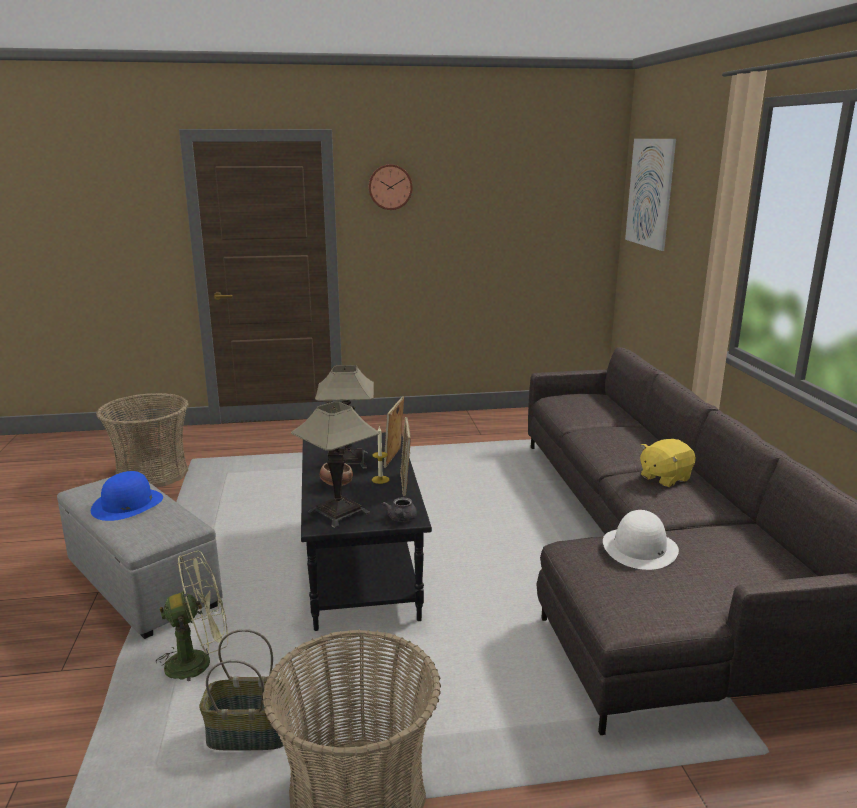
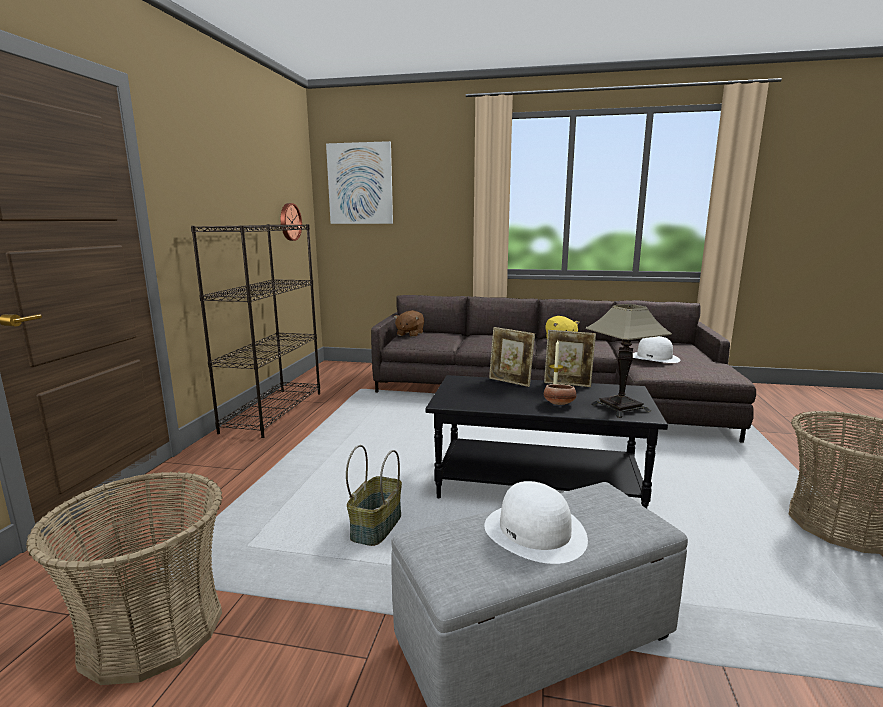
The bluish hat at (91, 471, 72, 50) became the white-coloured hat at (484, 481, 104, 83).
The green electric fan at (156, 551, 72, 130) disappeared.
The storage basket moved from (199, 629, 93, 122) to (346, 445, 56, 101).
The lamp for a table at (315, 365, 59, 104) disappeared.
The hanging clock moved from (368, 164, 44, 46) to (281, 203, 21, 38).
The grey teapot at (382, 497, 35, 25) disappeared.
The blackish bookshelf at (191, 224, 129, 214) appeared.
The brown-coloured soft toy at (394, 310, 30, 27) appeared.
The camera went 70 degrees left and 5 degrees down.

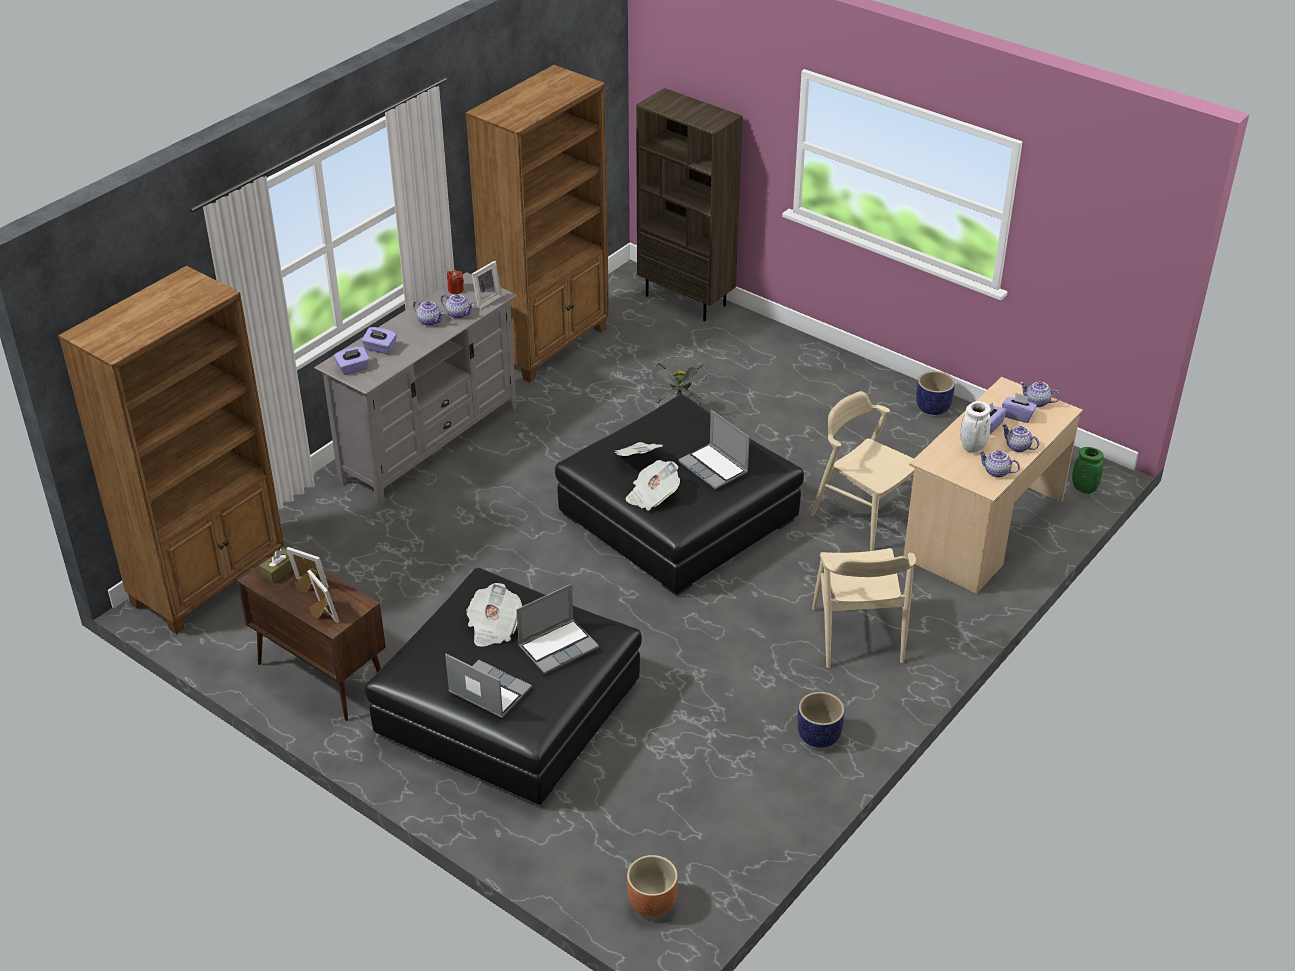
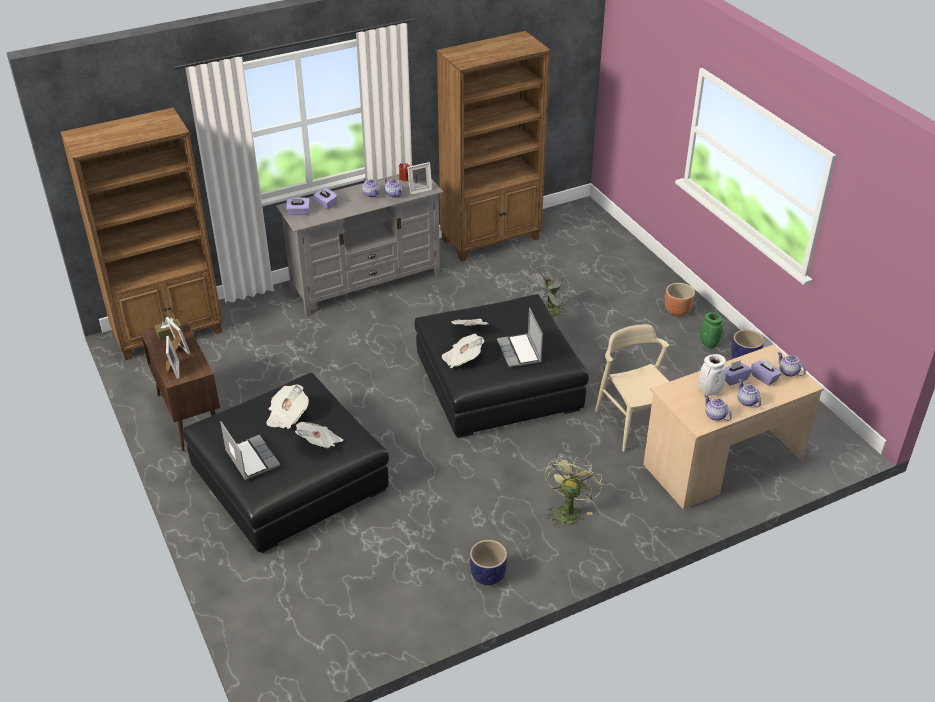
The laptop at (516, 584, 83, 90) was replaced by the newspaper at (295, 422, 48, 26).
The brown-coloured flower pot moved from (627, 855, 51, 62) to (665, 283, 30, 33).
The brown-coloured bookshelf at (636, 88, 107, 233) disappeared.
The beige plain chair at (812, 548, 104, 120) was replaced by the green electric fan at (545, 456, 57, 72).
The green vase moved from (1072, 447, 32, 47) to (700, 312, 23, 37).
The camera went 25 degrees right and 0 degrees up.

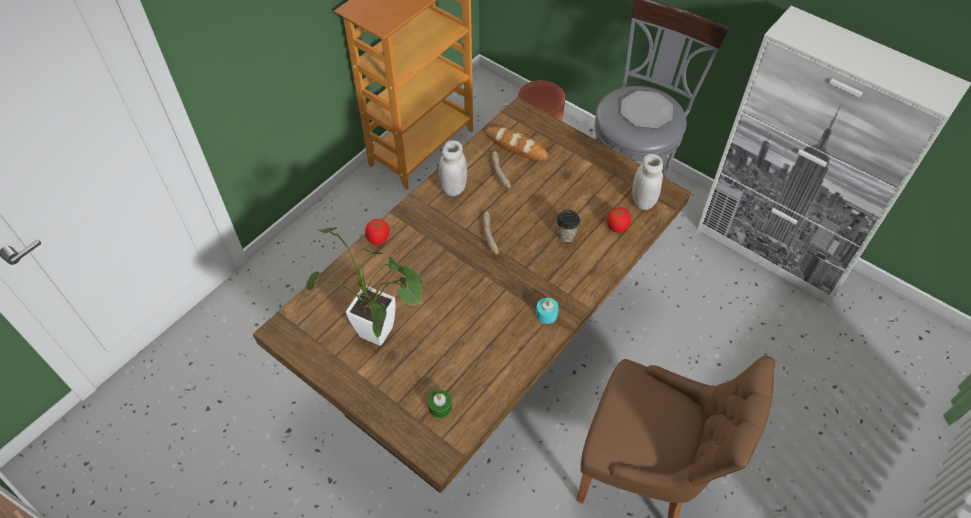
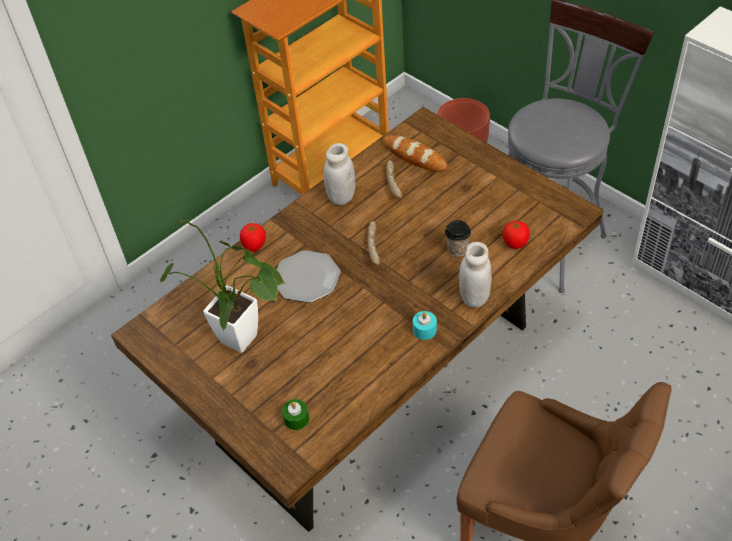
The flat dish moved from (621, 91, 52, 38) to (277, 250, 64, 53).
The white-coloured jar moved from (632, 154, 31, 56) to (459, 242, 33, 65).
The camera went 10 degrees right and 5 degrees down.

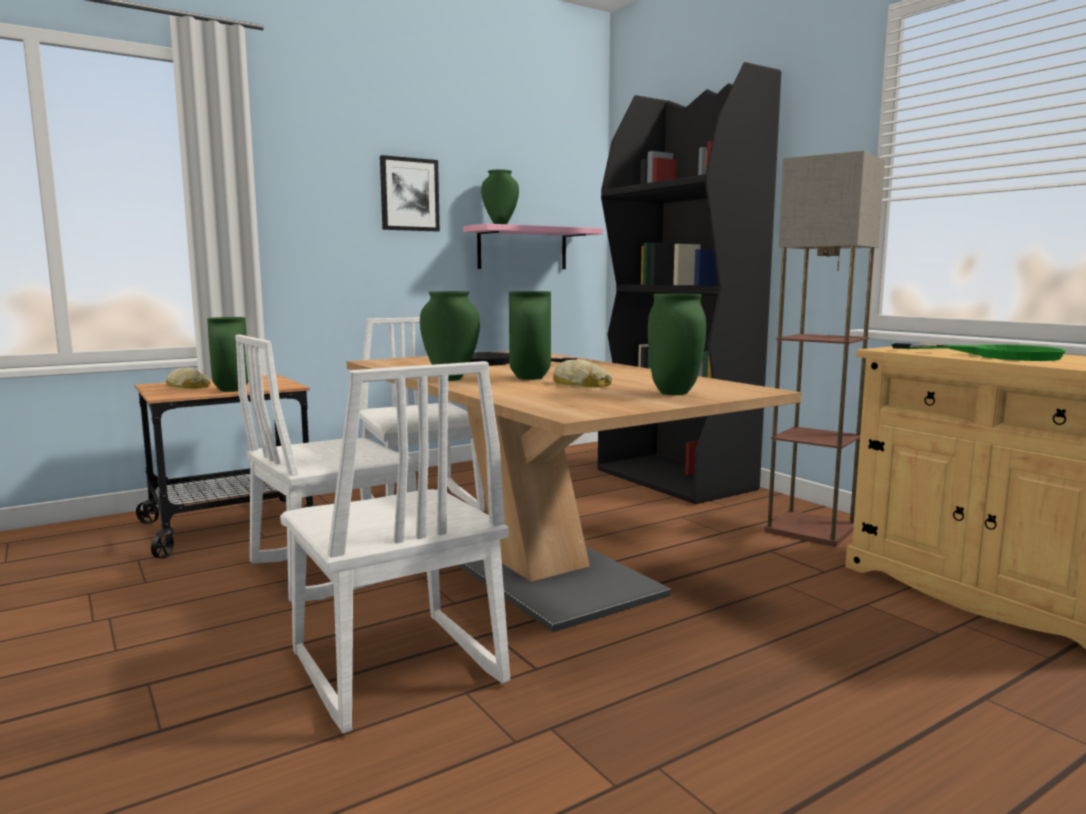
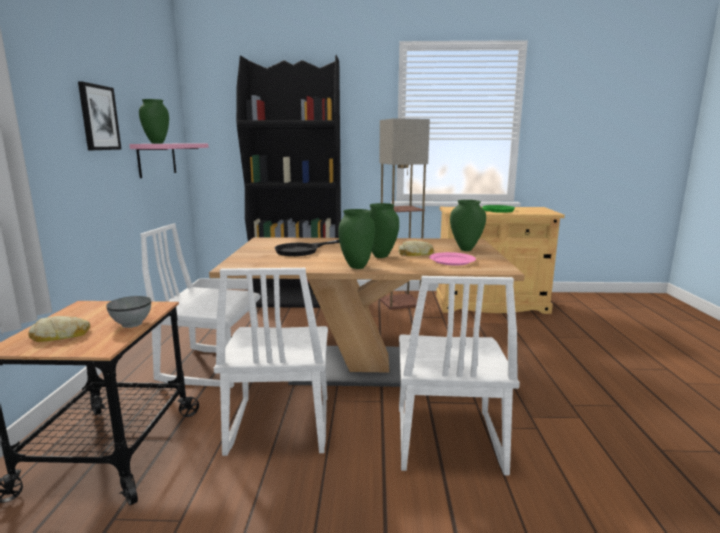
The green vase at (207, 317, 41, 75) was replaced by the grey bowl at (106, 296, 45, 32).
The white-coloured plain chair at (280, 361, 230, 373) turned 90 degrees clockwise.
The pinkish flat dish at (429, 252, 47, 14) appeared.
The camera went 55 degrees left and 5 degrees up.

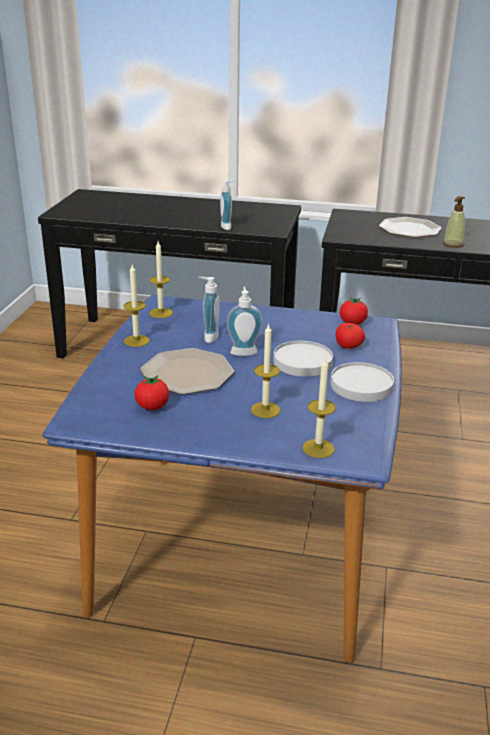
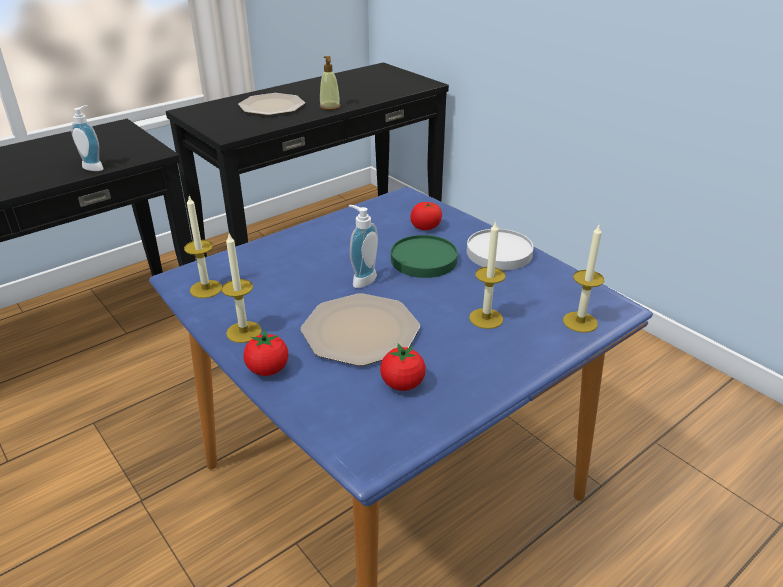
The soap bottle at (197, 277, 22, 66) disappeared.
The white-coloured flat dish at (273, 341, 60, 36) became the green flat dish at (391, 235, 67, 43).
The whole tomato moved from (340, 297, 28, 28) to (244, 330, 44, 46).
The camera went 50 degrees left and 5 degrees up.

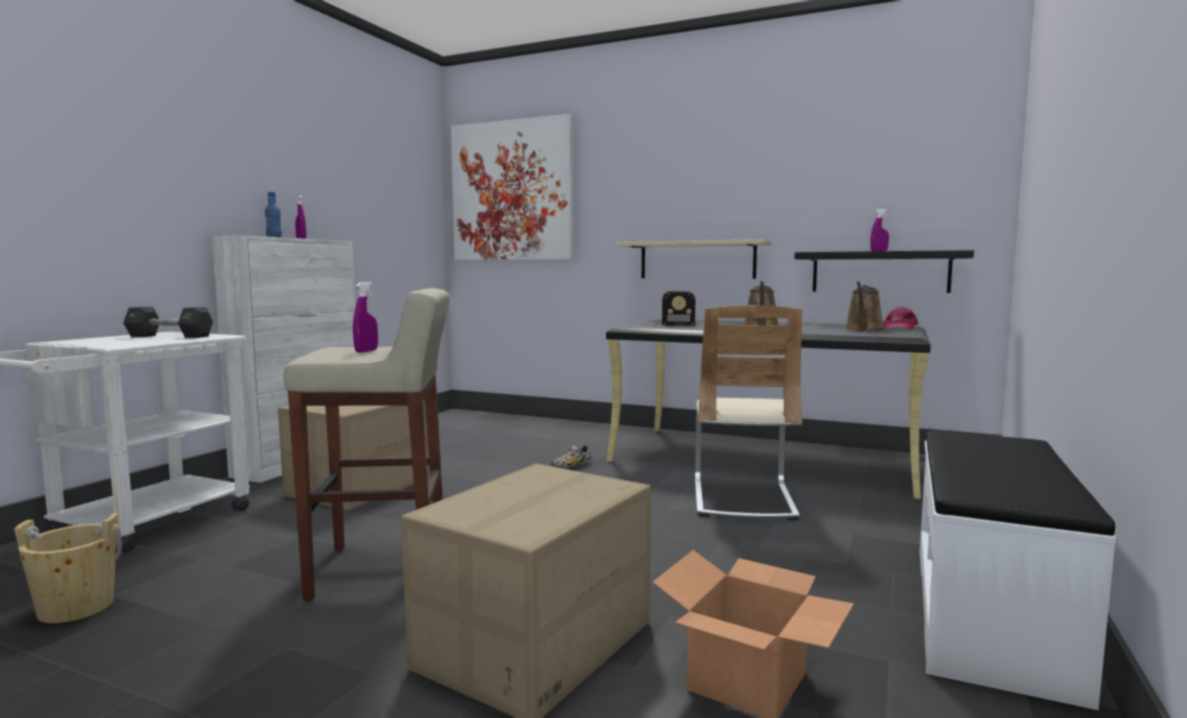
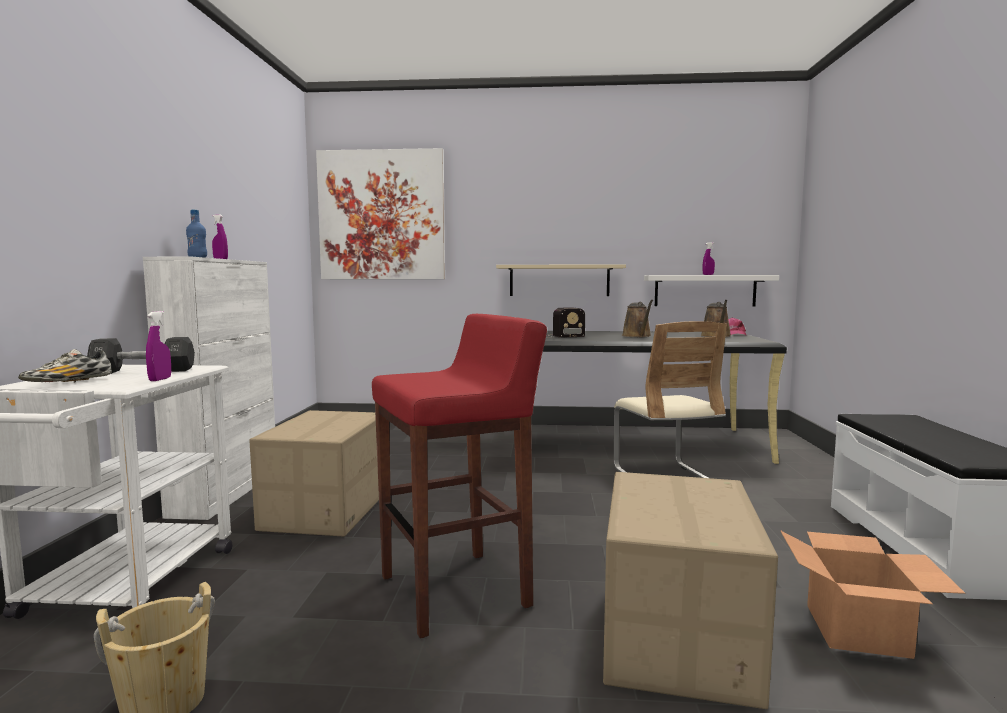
The beige sitting stool at (284, 288, 166, 313) became the reddish sitting stool at (372, 314, 175, 324).
The purple sprayer moved from (353, 282, 25, 71) to (146, 311, 25, 70).
The shoe moved from (551, 445, 40, 22) to (18, 349, 94, 34).
The blackish shelf at (794, 250, 180, 43) became the white-coloured shelf at (644, 275, 135, 31).
The camera went 20 degrees left and 0 degrees up.

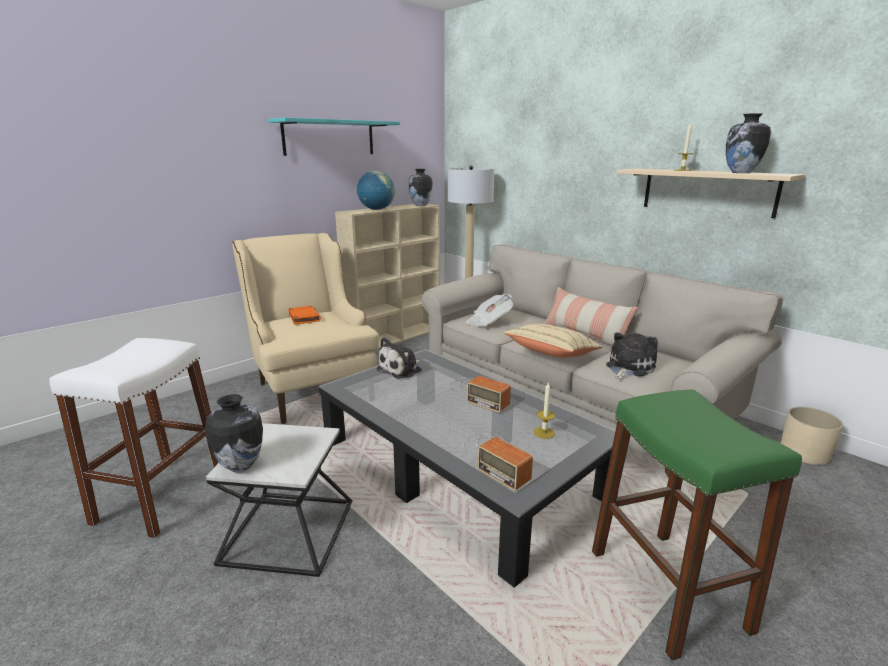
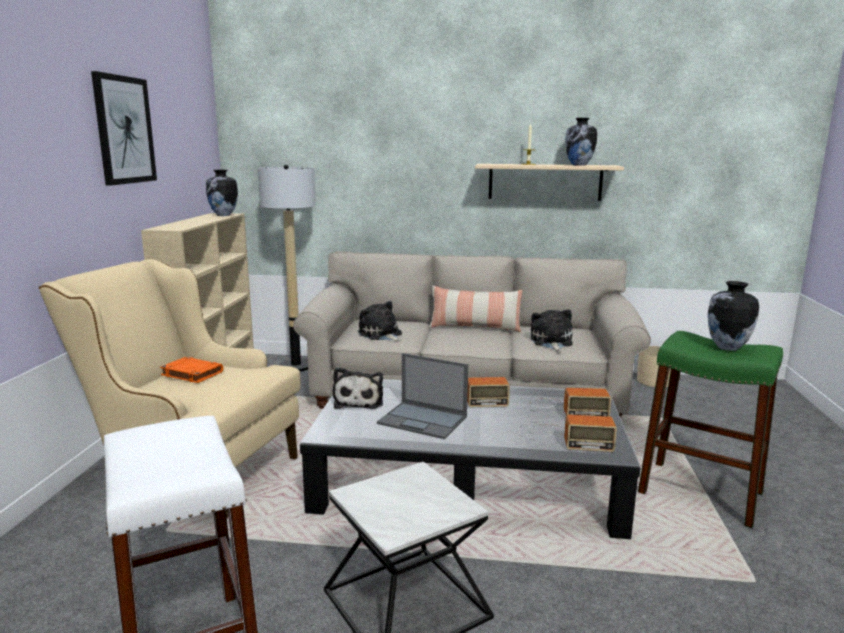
The vase moved from (205, 394, 58, 79) to (708, 281, 51, 70).
The turquoise-coloured shelf at (268, 118, 132, 38) was replaced by the wall picture at (91, 71, 66, 115).
The world globe at (357, 171, 38, 39) disappeared.
The newspaper at (466, 294, 47, 33) was replaced by the soft toy at (358, 301, 44, 41).
The beige pillow at (504, 324, 99, 34) disappeared.
The wax light at (534, 382, 21, 57) was replaced by the radio set at (522, 388, 90, 29).
The laptop at (377, 353, 91, 86) appeared.
The camera went 40 degrees left and 5 degrees down.

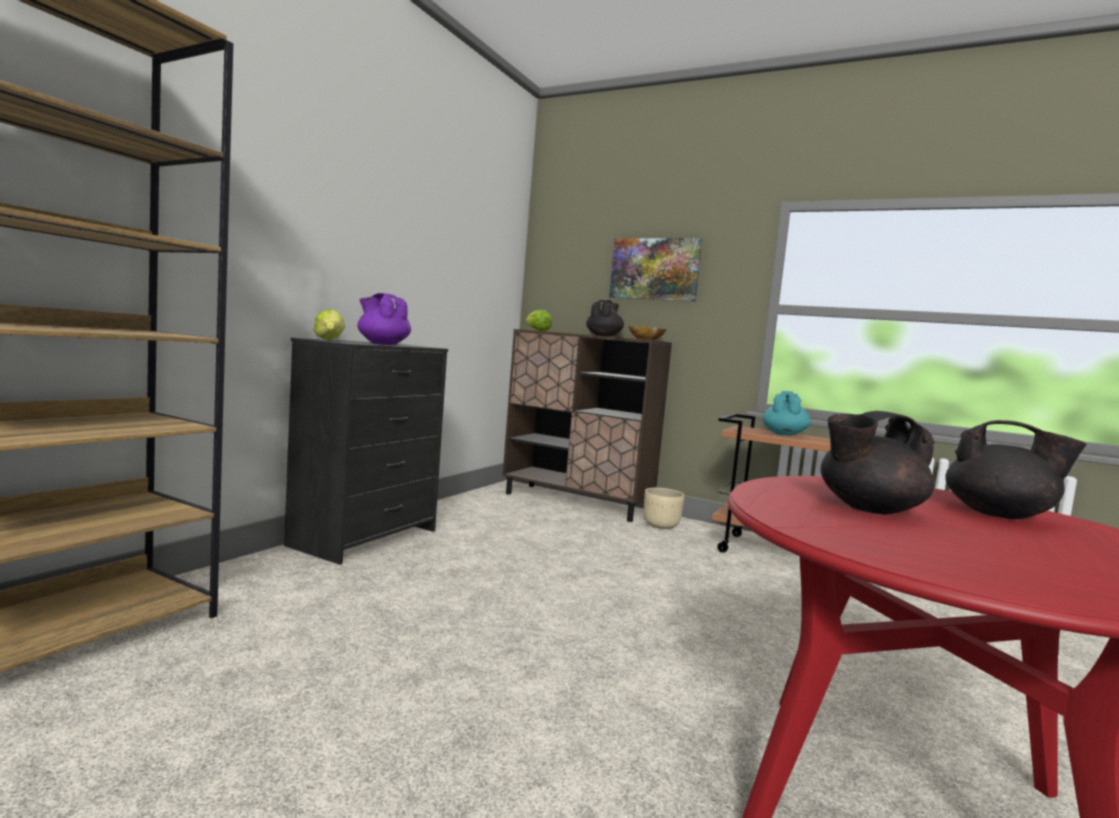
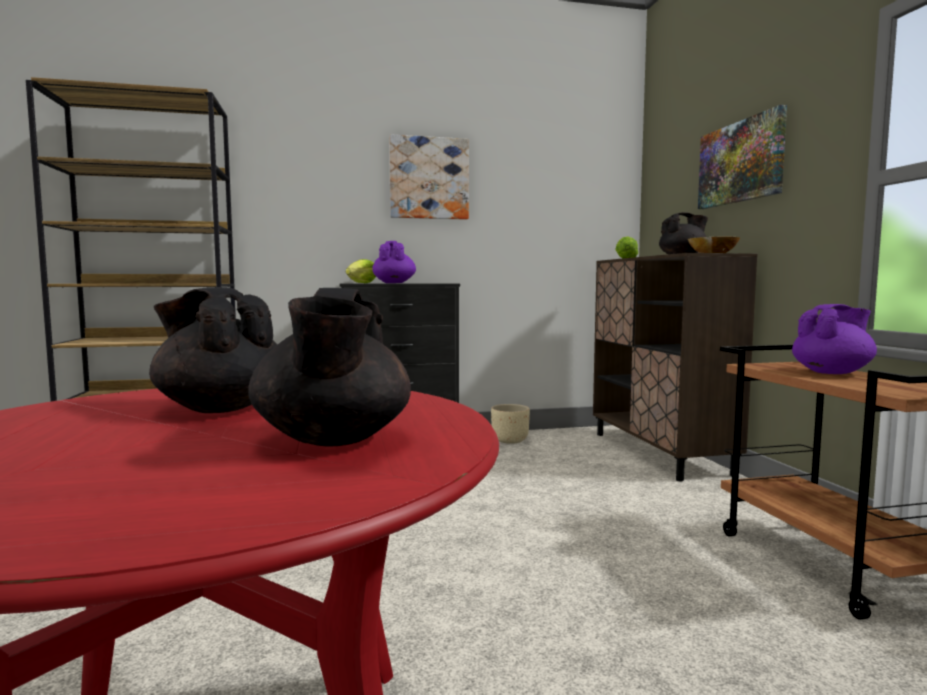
The beige flower pot moved from (643, 488, 41, 41) to (491, 404, 39, 40).
The turquoise-coloured teapot at (763, 391, 48, 45) became the purple teapot at (792, 304, 85, 70).
The wall picture at (389, 134, 80, 86) appeared.
The camera went 50 degrees right and 0 degrees up.

